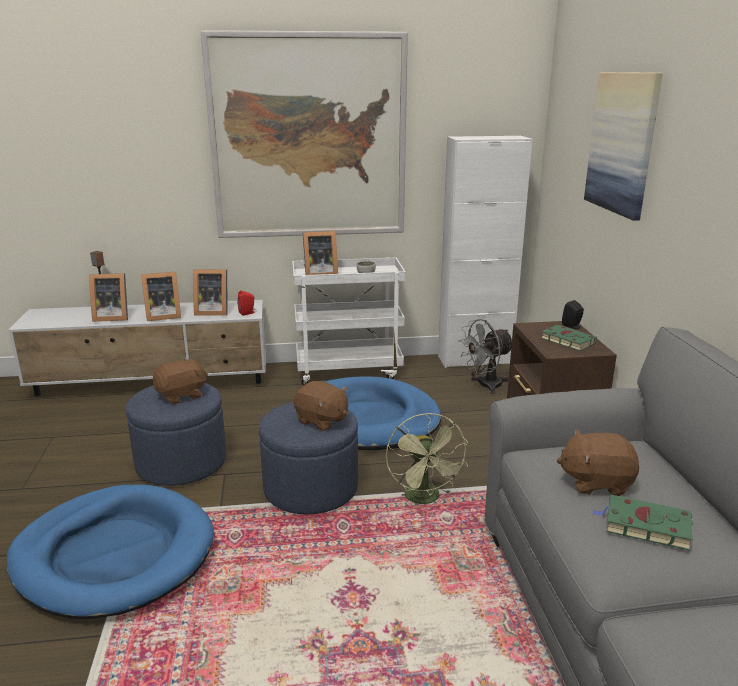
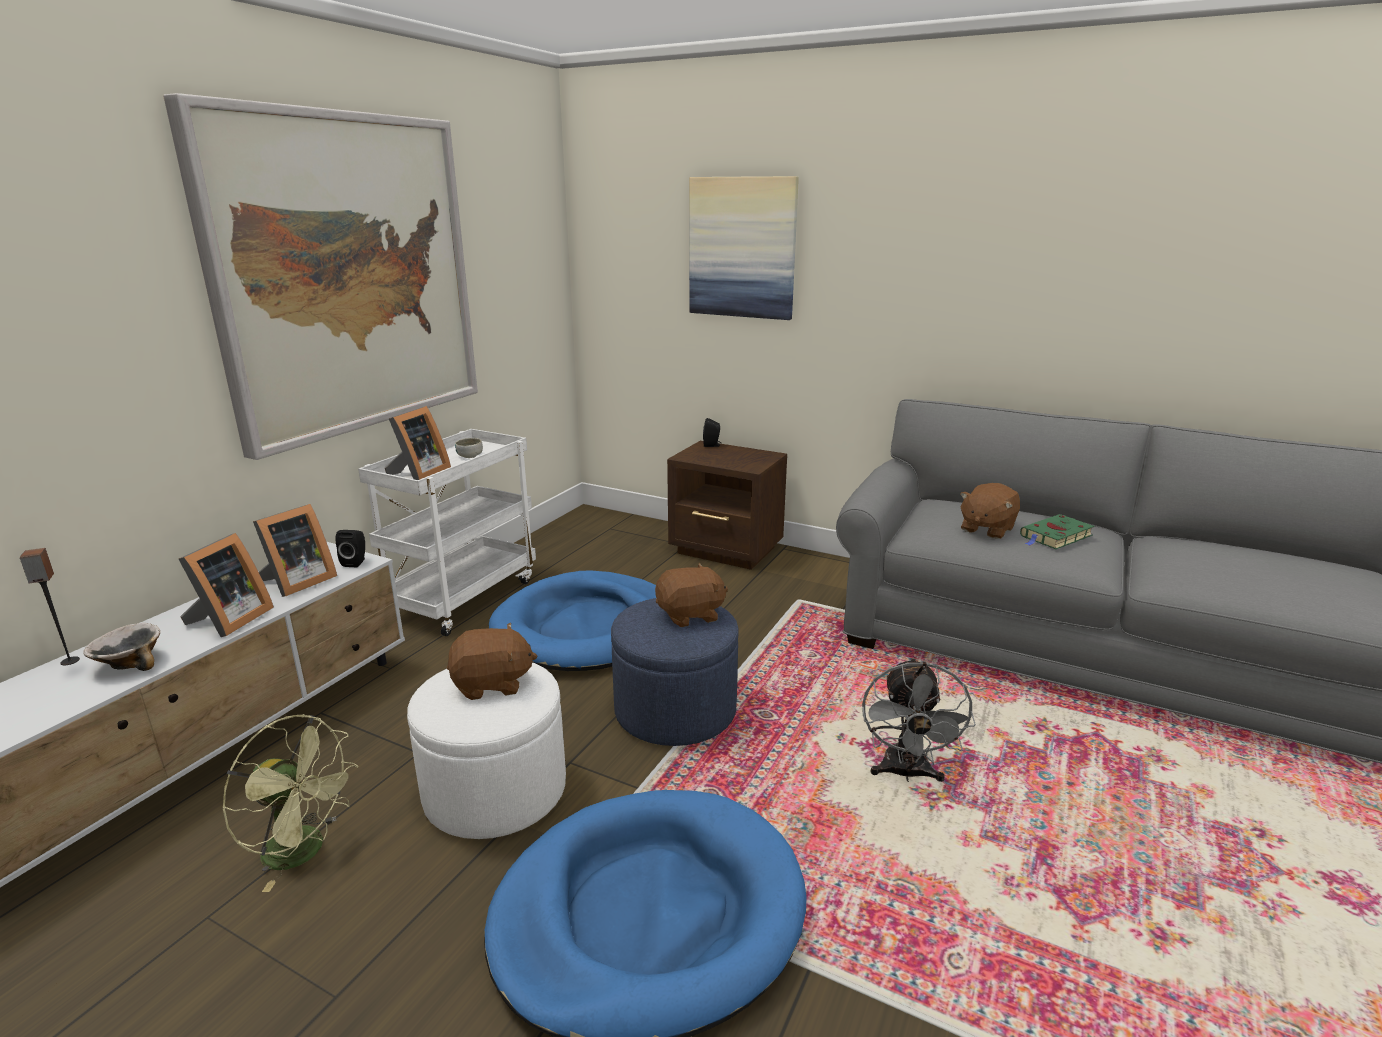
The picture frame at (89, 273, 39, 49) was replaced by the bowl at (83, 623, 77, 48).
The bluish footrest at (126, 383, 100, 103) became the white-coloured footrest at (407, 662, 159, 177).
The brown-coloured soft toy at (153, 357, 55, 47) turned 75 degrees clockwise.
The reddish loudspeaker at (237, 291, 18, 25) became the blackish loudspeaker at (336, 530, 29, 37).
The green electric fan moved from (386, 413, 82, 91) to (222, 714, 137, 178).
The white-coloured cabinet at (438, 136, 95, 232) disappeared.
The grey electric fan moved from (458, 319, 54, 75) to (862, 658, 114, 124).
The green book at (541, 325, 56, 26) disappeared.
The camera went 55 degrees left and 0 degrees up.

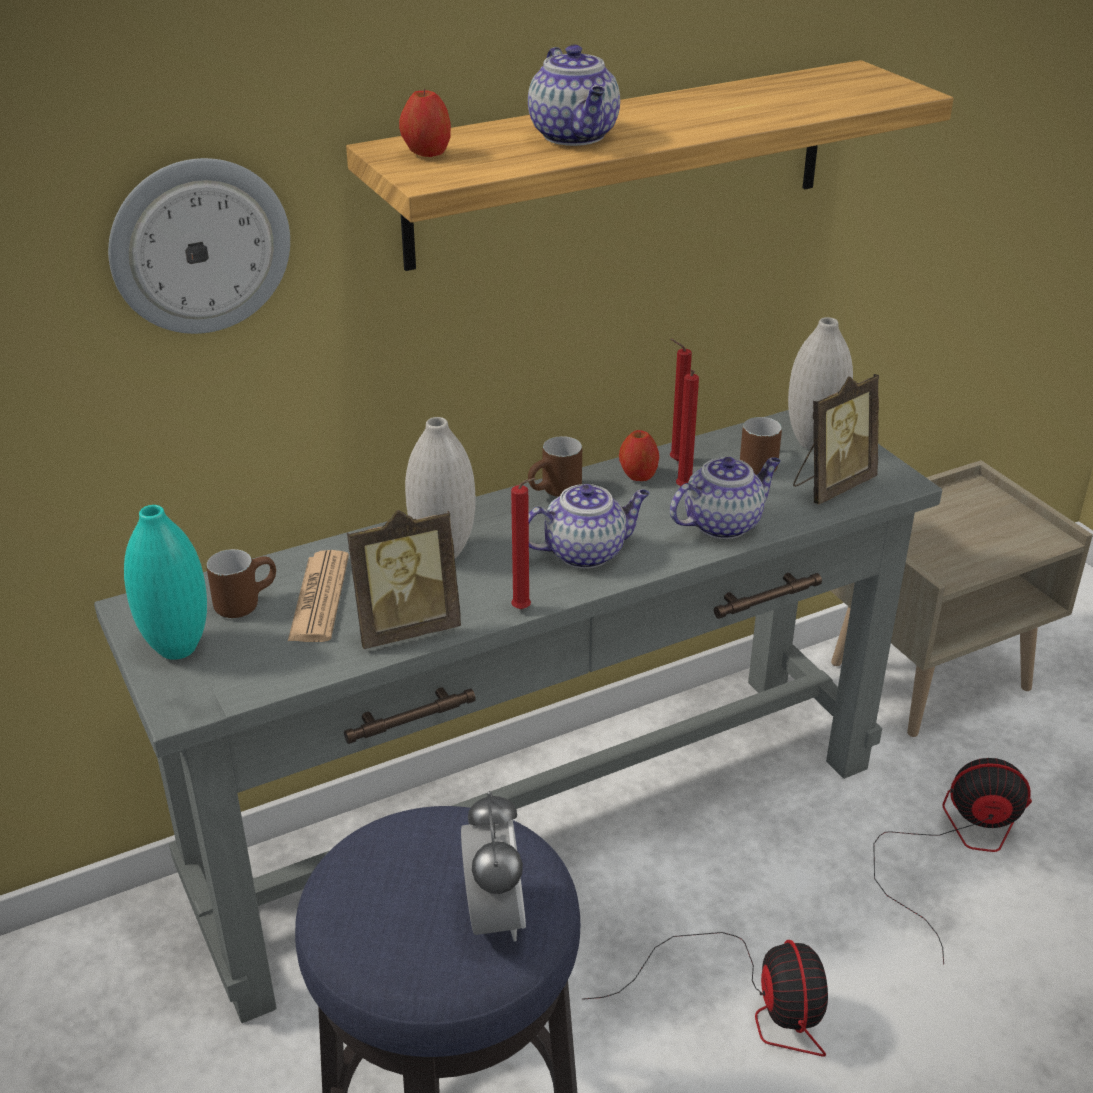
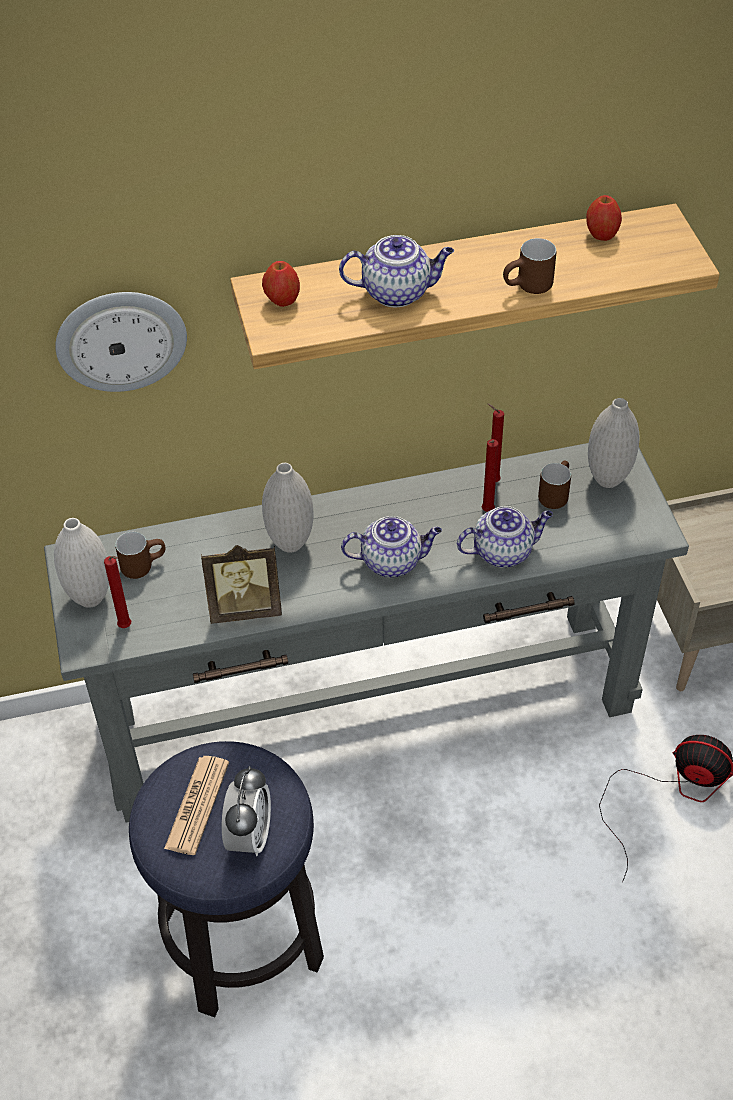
The turquoise-coloured vase at (124, 505, 83, 155) became the white-coloured vase at (54, 518, 55, 90).
The newspaper moved from (288, 550, 61, 92) to (164, 756, 65, 99).
The reddish wax light moved from (511, 478, 25, 132) to (104, 556, 27, 72).
The teapot at (528, 45, 92, 101) turned 90 degrees counterclockwise.
The brown-coloured coffee mug moved from (528, 436, 54, 61) to (503, 238, 53, 56).
The electric fan at (582, 932, 246, 125) disappeared.
The apple fruit moved from (619, 430, 40, 51) to (586, 195, 36, 46).
The picture frame at (793, 374, 86, 131) disappeared.
The camera went 15 degrees right and 15 degrees up.

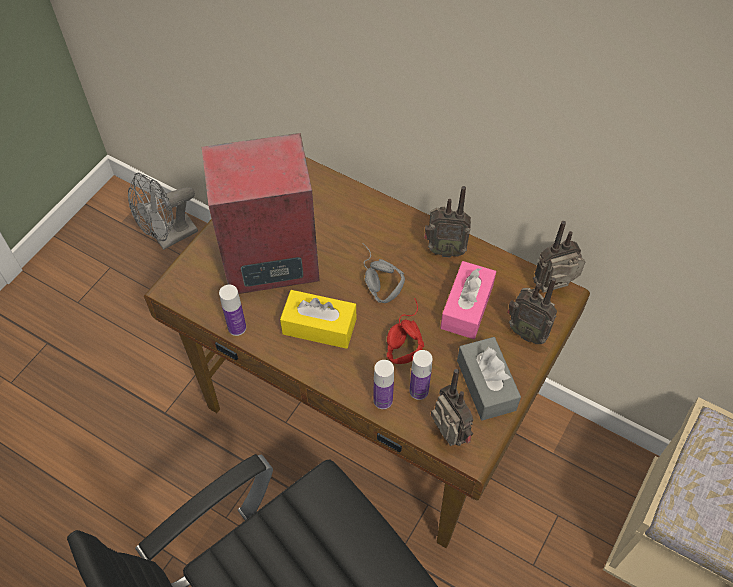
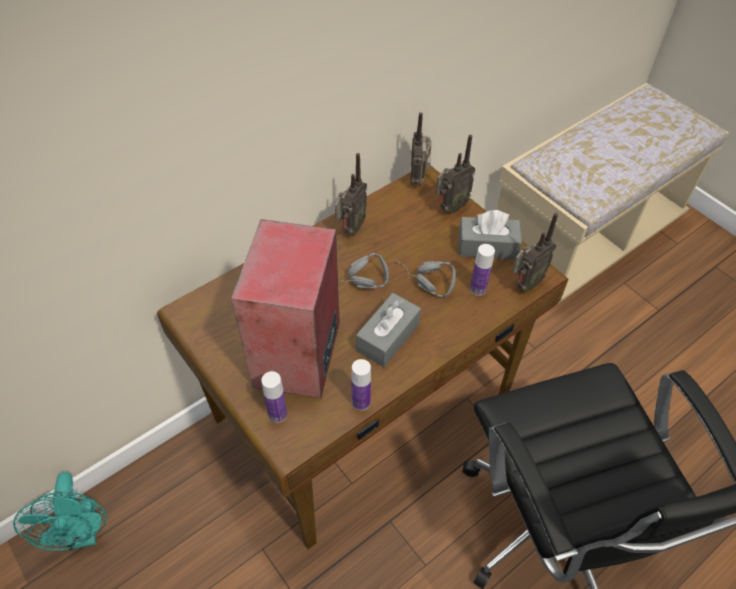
The grey electric fan at (128, 172, 70, 78) became the turquoise-coloured electric fan at (13, 472, 94, 79).
The yellow-coloured tissue box at (280, 290, 76, 59) became the grey tissue box at (356, 293, 65, 74).
The bottle moved from (373, 360, 21, 49) to (261, 371, 26, 52).
The reddish headphones at (387, 298, 37, 66) became the grey headphones at (394, 259, 62, 39).
The radio set at (431, 369, 42, 77) turned 150 degrees clockwise.
The pinkish tissue box at (440, 261, 56, 78) disappeared.
The camera went 70 degrees left and 5 degrees down.

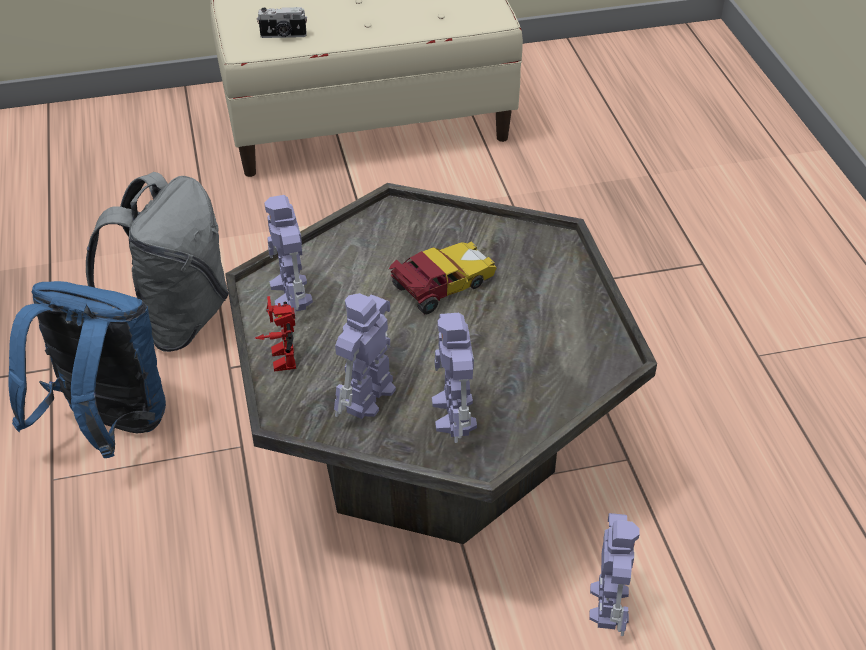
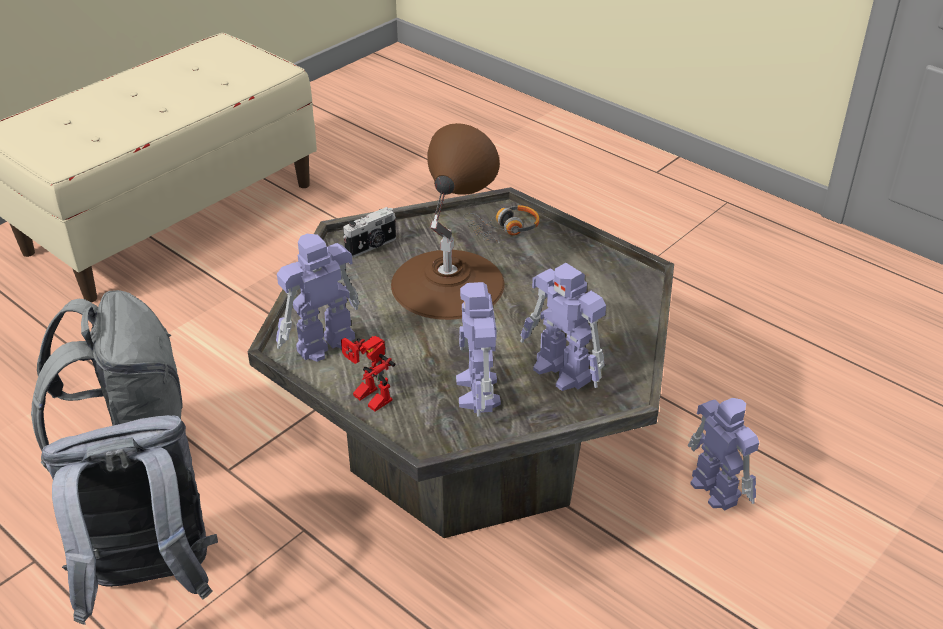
The bluish backpack at (8, 281, 158, 177) became the grey backpack at (42, 415, 176, 210).
The still camera moved from (257, 7, 50, 31) to (343, 207, 53, 51).
The toy robot at (264, 195, 49, 119) turned 105 degrees clockwise.
The toy car at (388, 242, 109, 73) was replaced by the brown-coloured lamp for a table at (391, 123, 114, 197).
The headphones at (463, 205, 77, 39) appeared.
The camera went 35 degrees left and 5 degrees down.

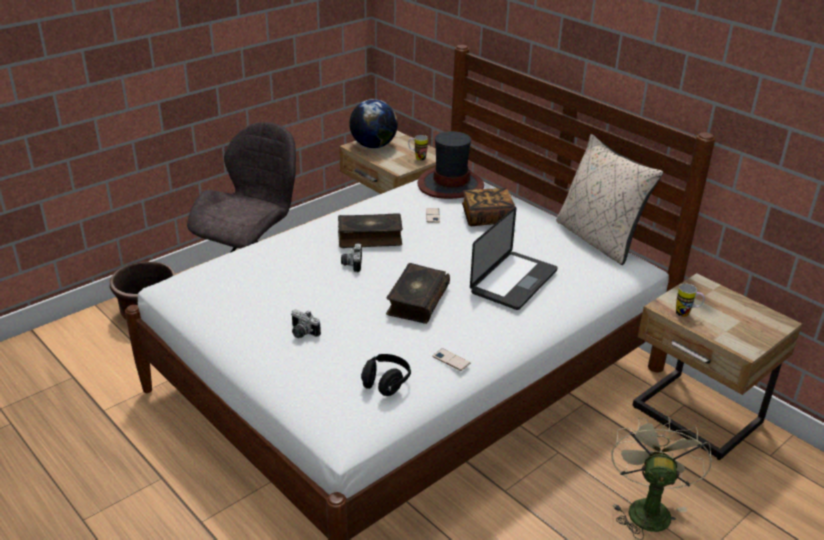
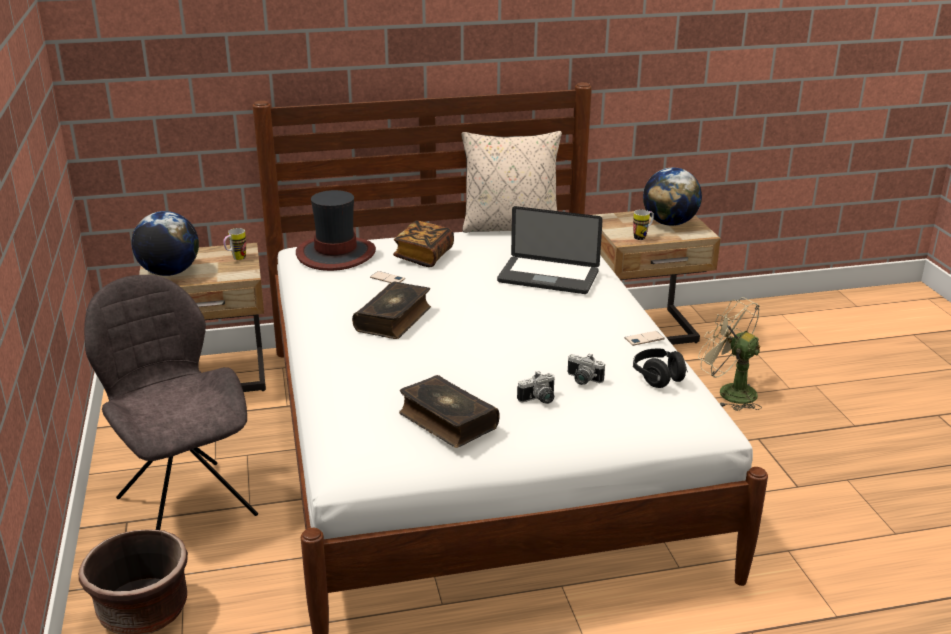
The still camera moved from (341, 243, 21, 29) to (568, 353, 37, 32).
The book moved from (386, 263, 64, 61) to (399, 375, 101, 73).
The laptop at (470, 207, 88, 103) turned 135 degrees clockwise.
The world globe at (643, 167, 59, 59) appeared.
The camera went 60 degrees left and 5 degrees down.

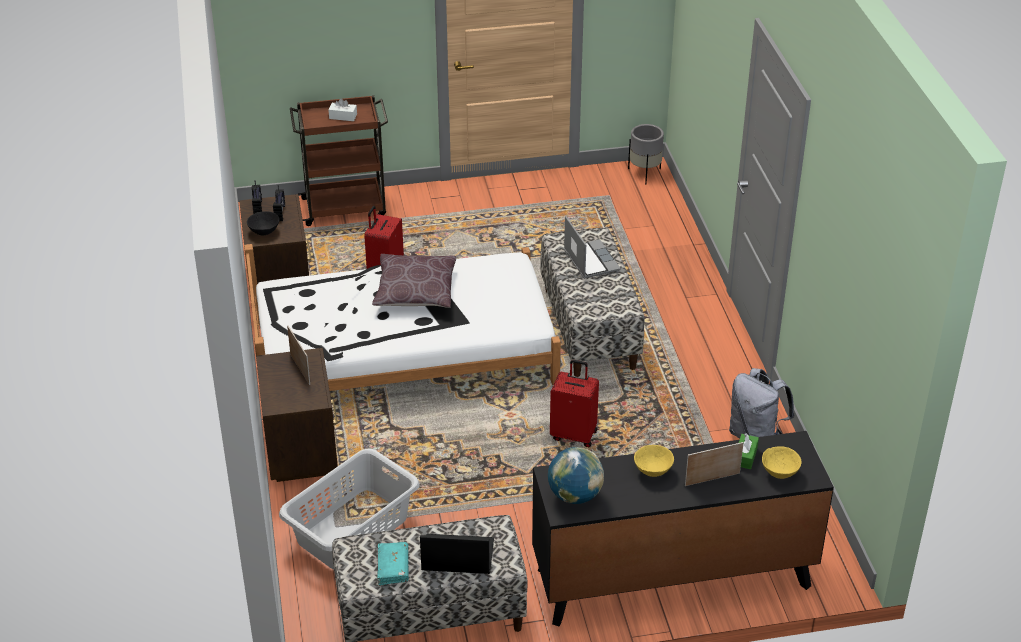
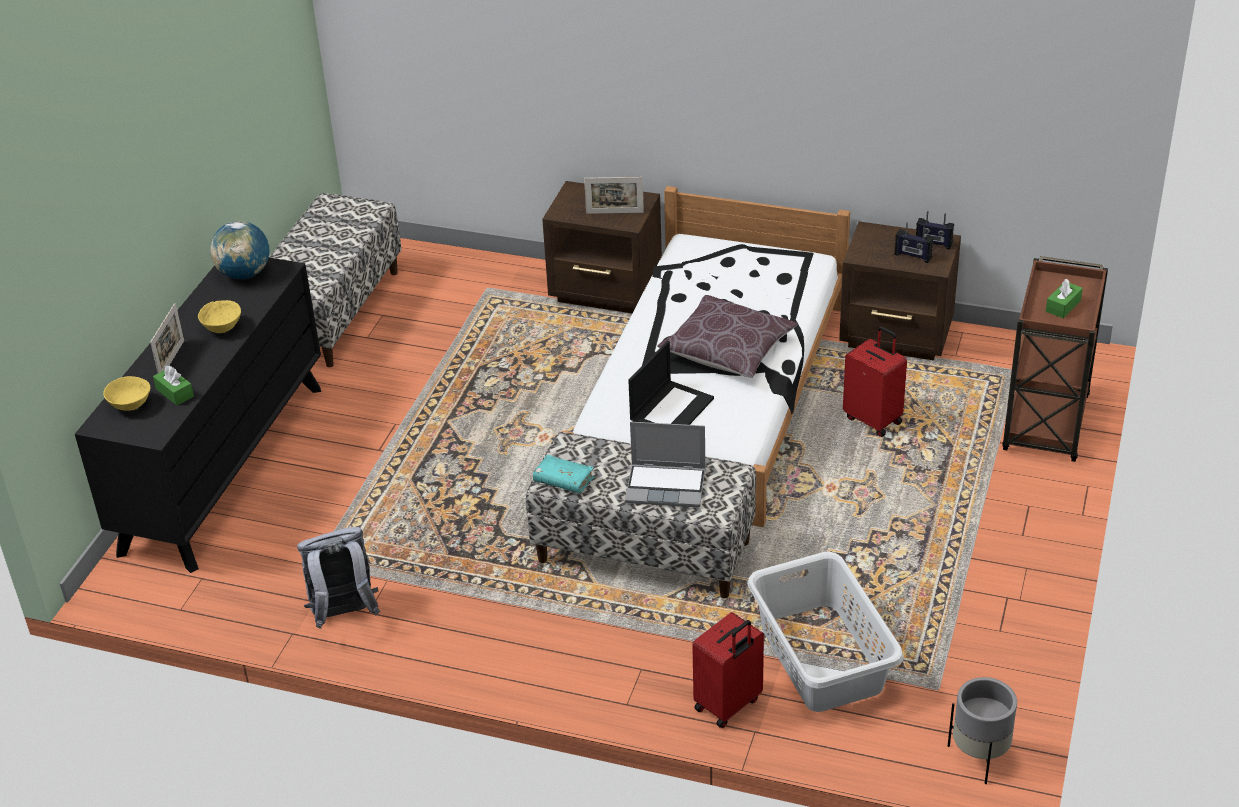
The blackish bowl at (247, 211, 32, 24) disappeared.
The grey laundry basket moved from (279, 449, 140, 120) to (747, 552, 157, 160).
The white-coloured tissue box at (328, 98, 29, 23) became the green tissue box at (1046, 279, 37, 39).
The turquoise-coloured book moved from (377, 542, 32, 44) to (533, 455, 62, 38).
The laptop moved from (420, 534, 74, 40) to (628, 341, 86, 84).
The reddish suitcase moved from (550, 360, 49, 87) to (692, 612, 72, 116).
The camera went 120 degrees right and 0 degrees up.

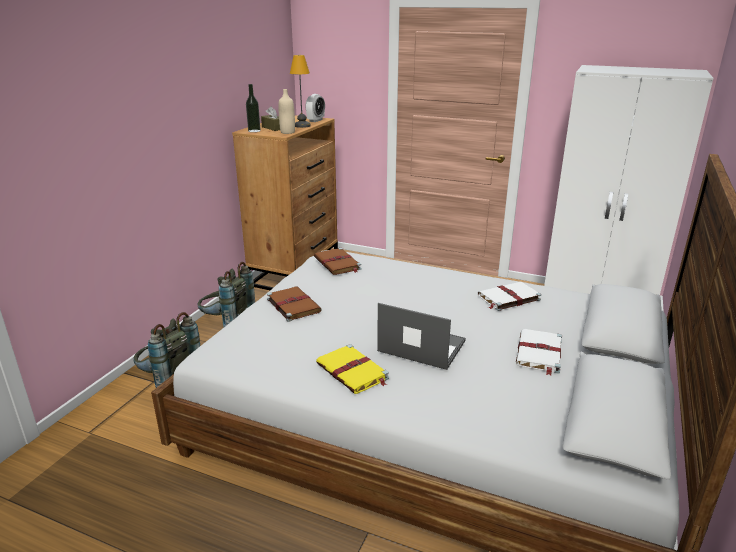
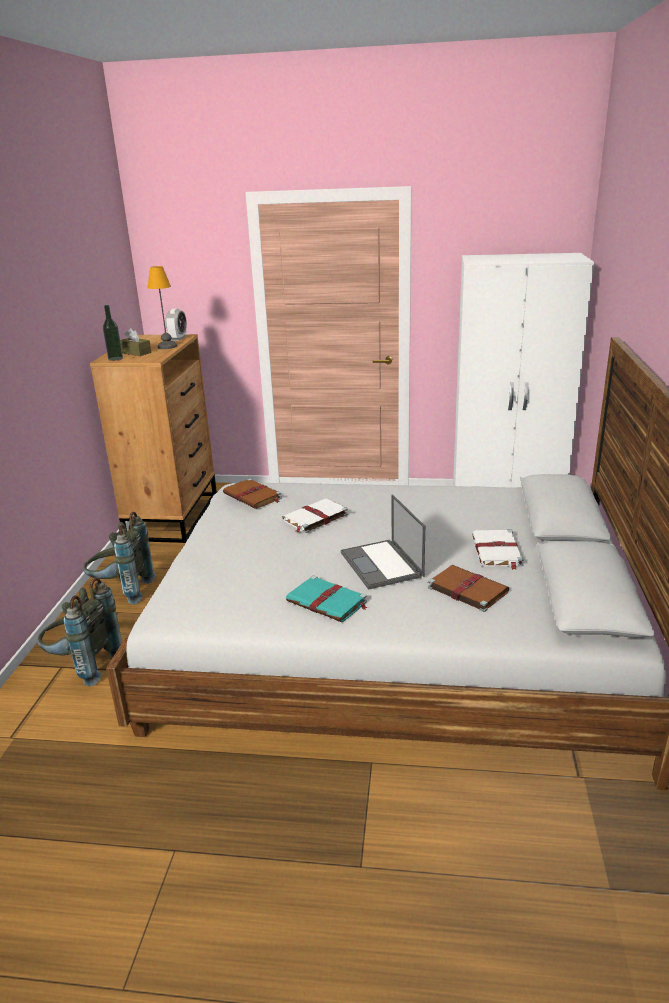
The brown-coloured book moved from (267, 287, 55, 35) to (428, 565, 81, 47).
The beige bottle at (278, 89, 17, 45) disappeared.
The yellow-coloured book at (316, 344, 73, 50) became the turquoise-coloured book at (286, 575, 82, 47).
The laptop at (377, 303, 89, 67) turned 120 degrees counterclockwise.
The white-coloured book moved from (478, 282, 63, 29) to (282, 499, 66, 34).
The camera went 15 degrees left and 0 degrees up.

